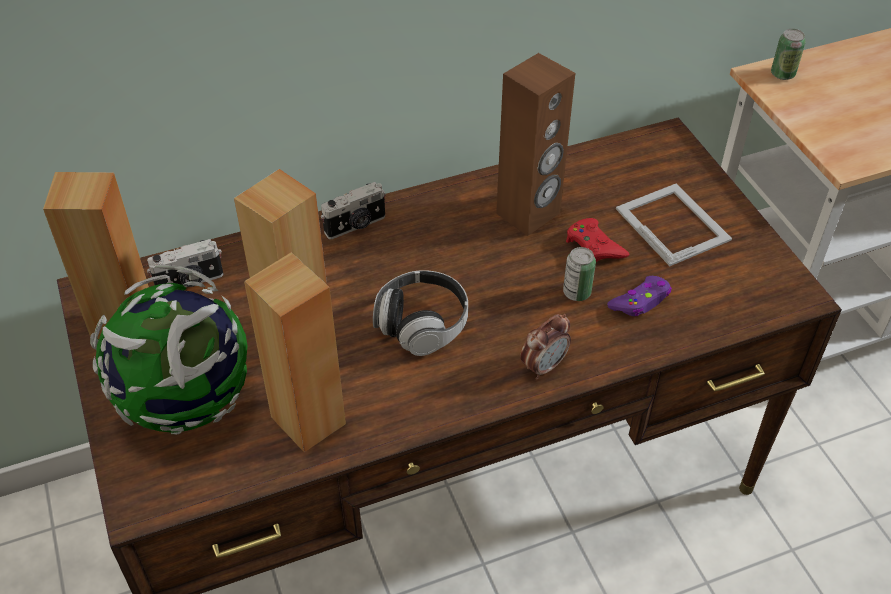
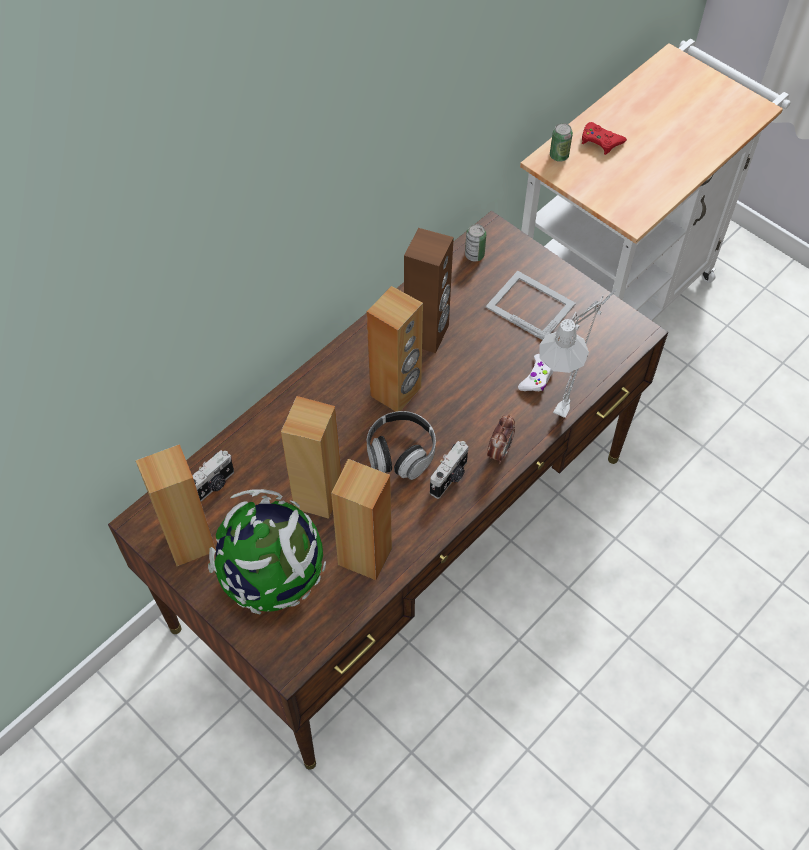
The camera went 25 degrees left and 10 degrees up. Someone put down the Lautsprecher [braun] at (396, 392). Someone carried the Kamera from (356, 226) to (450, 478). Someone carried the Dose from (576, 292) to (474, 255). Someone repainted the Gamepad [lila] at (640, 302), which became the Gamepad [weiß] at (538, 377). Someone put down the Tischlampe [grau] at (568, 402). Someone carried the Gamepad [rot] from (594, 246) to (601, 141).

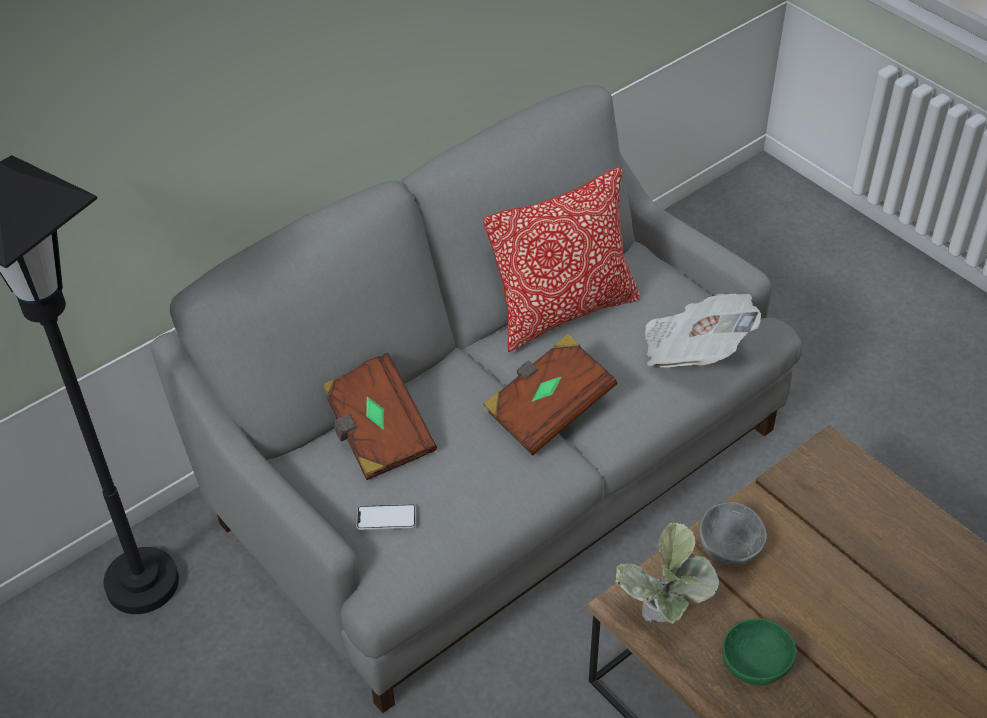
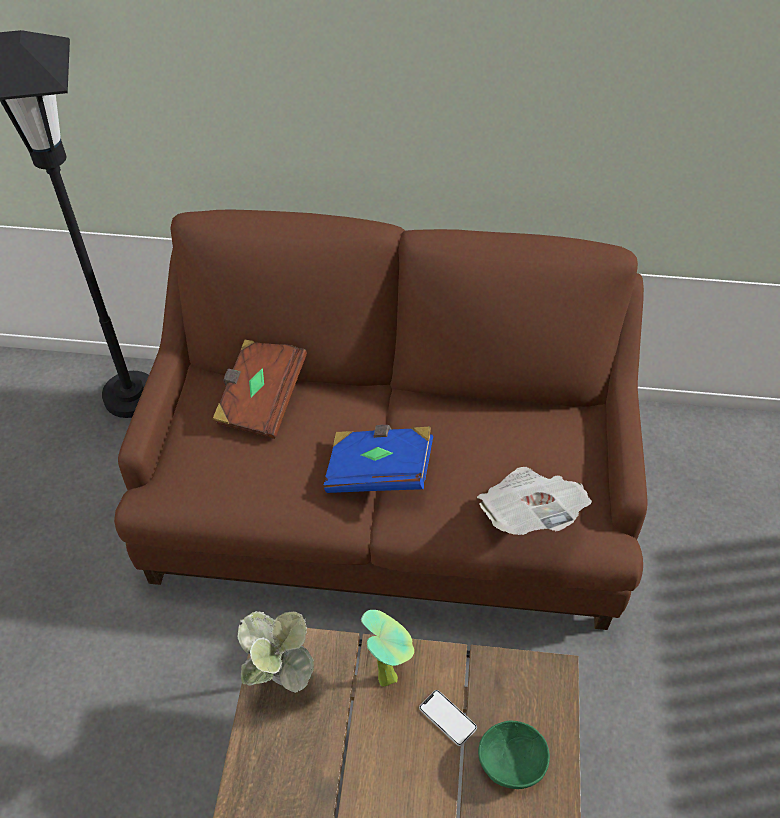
The camera went 45 degrees right and 5 degrees up. Someone repainted the Sofa [grau] at (497, 467), which became the Sofa [braun] at (391, 493). Someone repainted the Buch [braun] at (548, 410), which became the Buch [blau] at (379, 471). Someone swapped the Schüssel [grau] at (731, 547) for the Topfpflanze at (389, 675). Someone carried the Handy from (386, 518) to (447, 718). Someone carried the Schüssel [grün] from (754, 664) to (510, 761). Someone took away the Kissen at (564, 311).

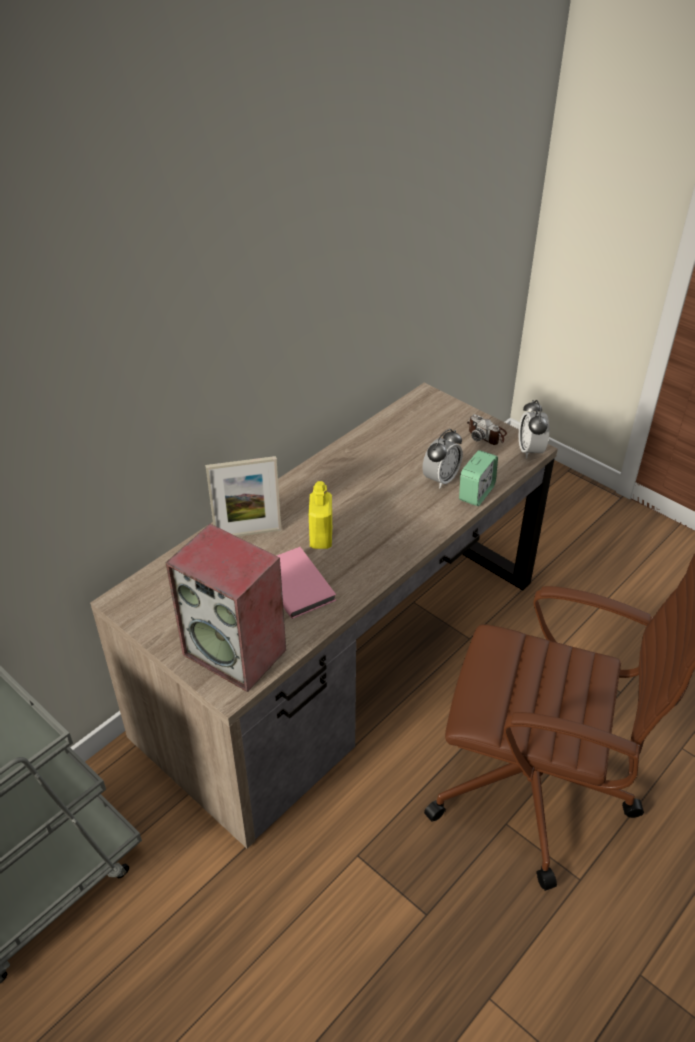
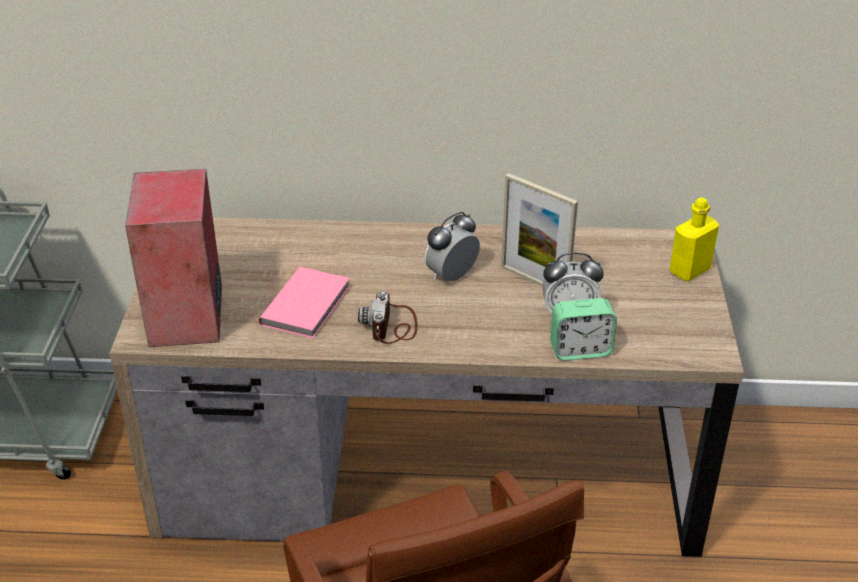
The camera went 50 degrees right and 5 degrees down. Someone carried the Kamera from (487, 434) to (392, 326). Someone carried the Wecker from (530, 450) to (452, 276). Someone carried the Bilderrahmen from (248, 533) to (534, 280). Someone carried the Flasche [gelb] from (321, 538) to (689, 271).

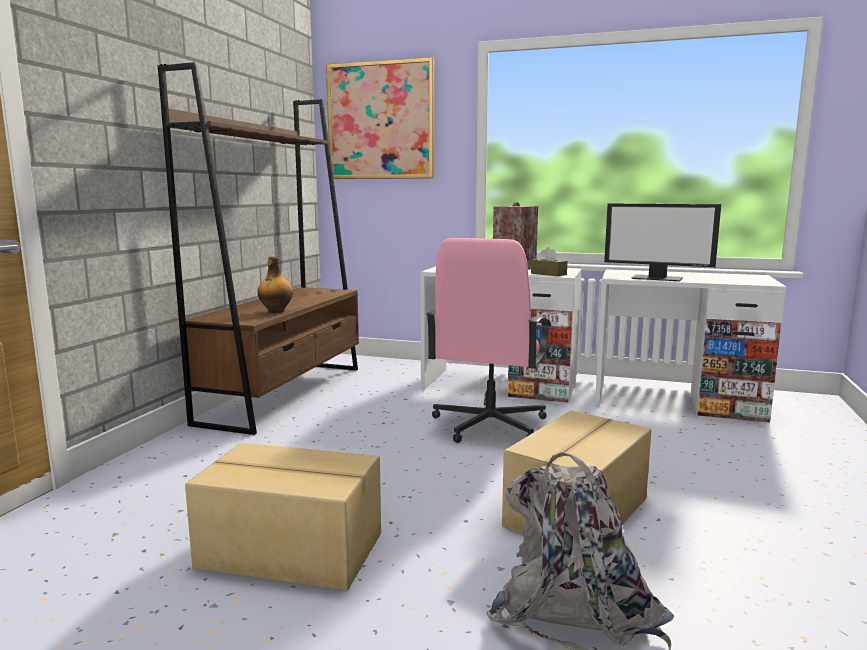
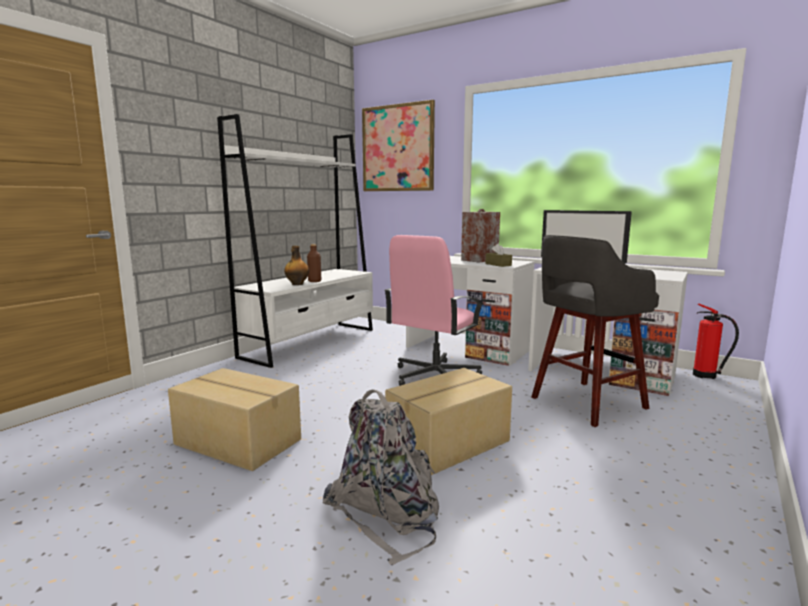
The camera went 15 degrees right and 0 degrees up. Someone repainted the Bücherregal [braun] at (285, 393), which became the Bücherregal [weiß] at (311, 343). Someone put down the Flasche [braun] at (314, 281). Someone put down the Hocker [grau] at (585, 403). Someone put down the Feuerlöscher at (706, 376).

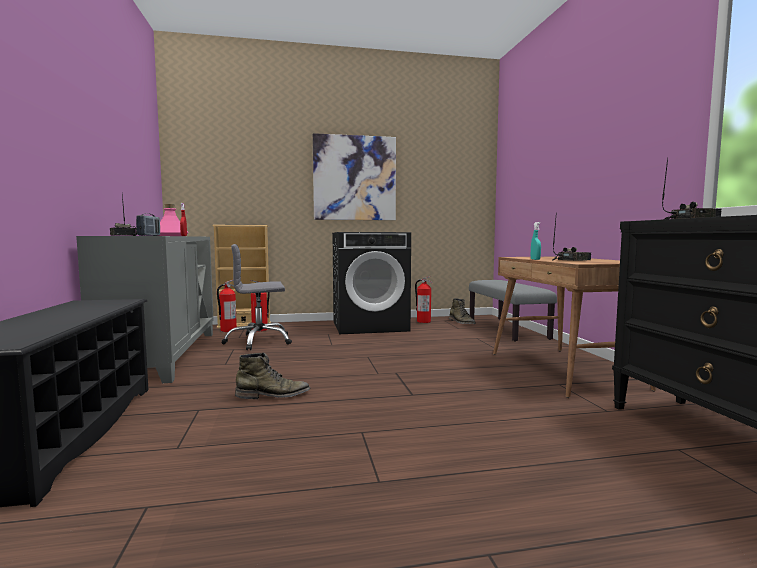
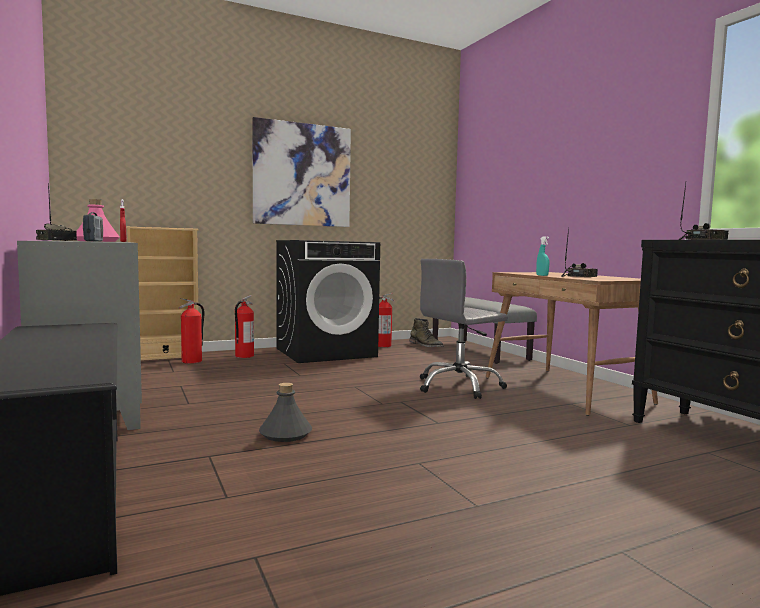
The camera went 15 degrees left and 0 degrees up. Someone carried the Feuerlöscher from (228, 330) to (244, 356). Someone swapped the Stiefel [grün] at (273, 395) for the Flasche [grau] at (285, 434). Someone carried the Bürostuhl [grau] from (259, 341) to (459, 386).

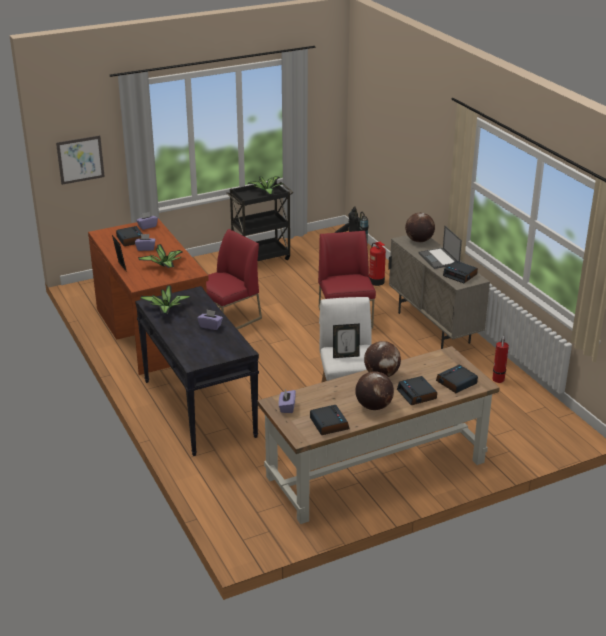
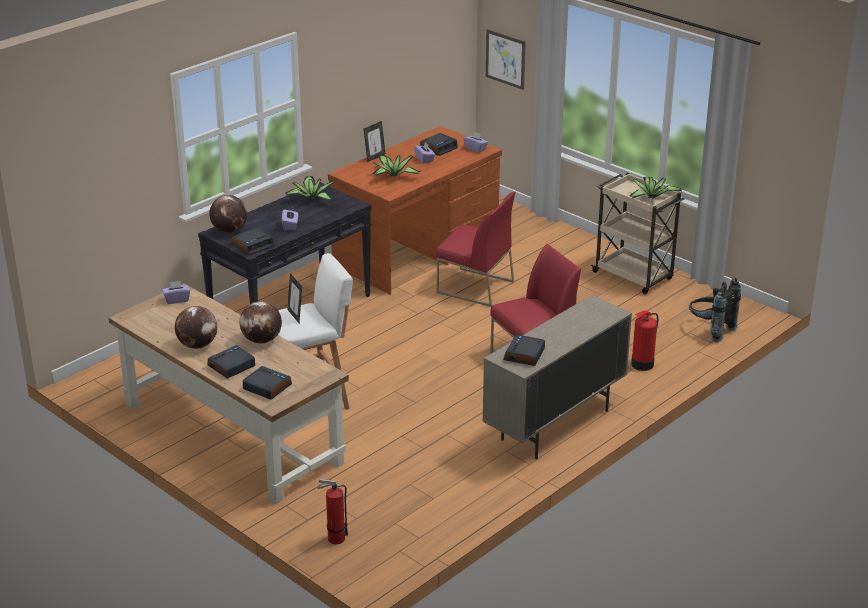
The camera went 70 degrees right and 0 degrees up. Someone carried the Globus from (419, 241) to (229, 230). Someone carried the Wecker from (328, 424) to (253, 245). Someone carried the Feuerlöscher from (498, 380) to (334, 539). Someone repainted the Rollwagen [schwarz] at (261, 257), which became the Rollwagen [beige] at (634, 276). Someone took away the Laptop at (439, 259).

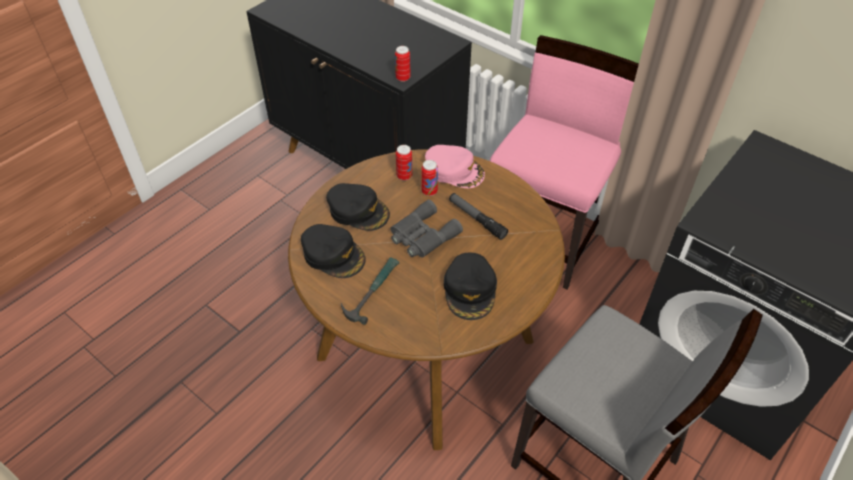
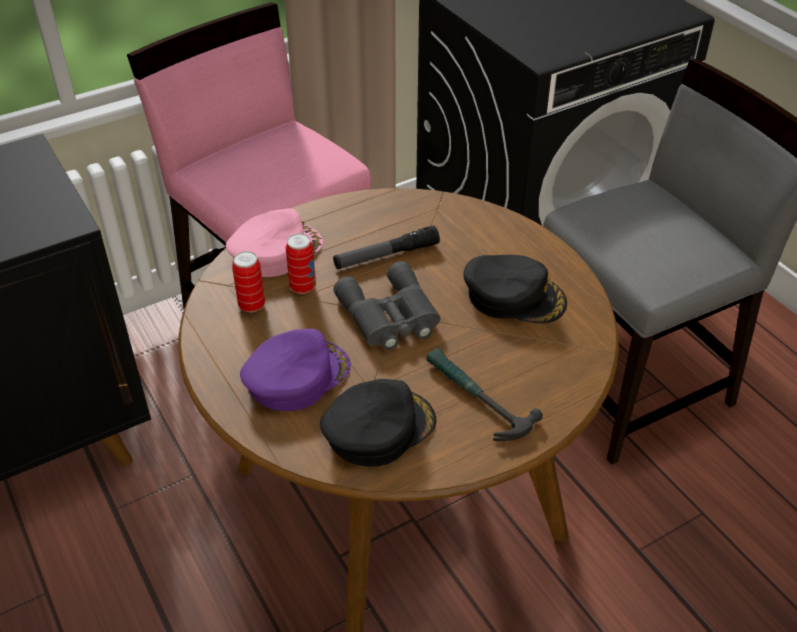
The camera went 70 degrees left and 5 degrees down. Someone repainted the Kappe [schwarz] at (358, 211), which became the Kappe [lila] at (296, 376). Someone took away the Dose at (403, 78).

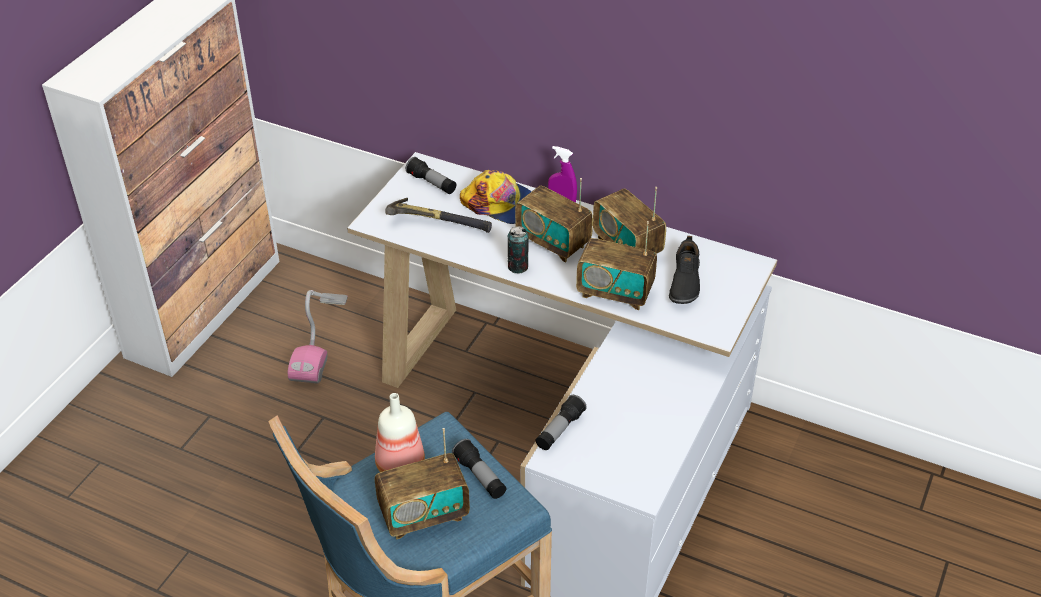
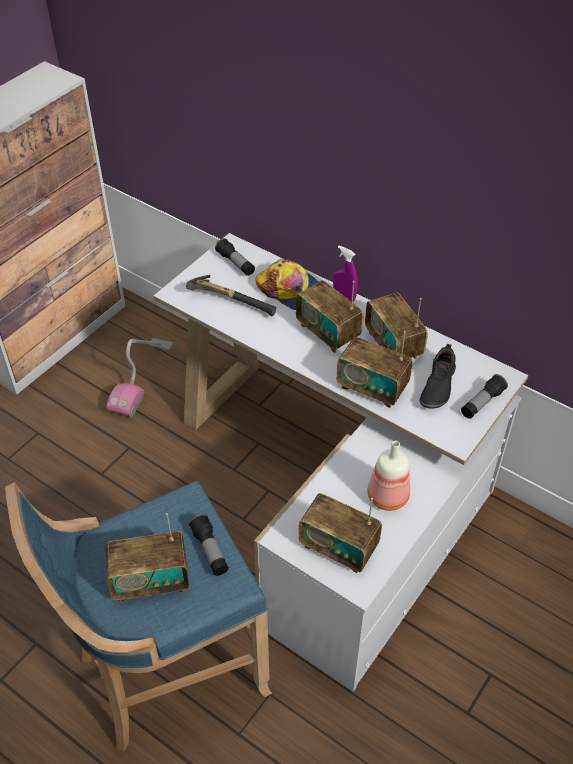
The camera went 10 degrees right and 5 degrees up. Someone put down the Radio at (338, 547). Someone carried the Flasche from (400, 466) to (387, 498). Someone carried the Taschenlampe from (559, 430) to (482, 403). Someone took away the Dose at (518, 267).

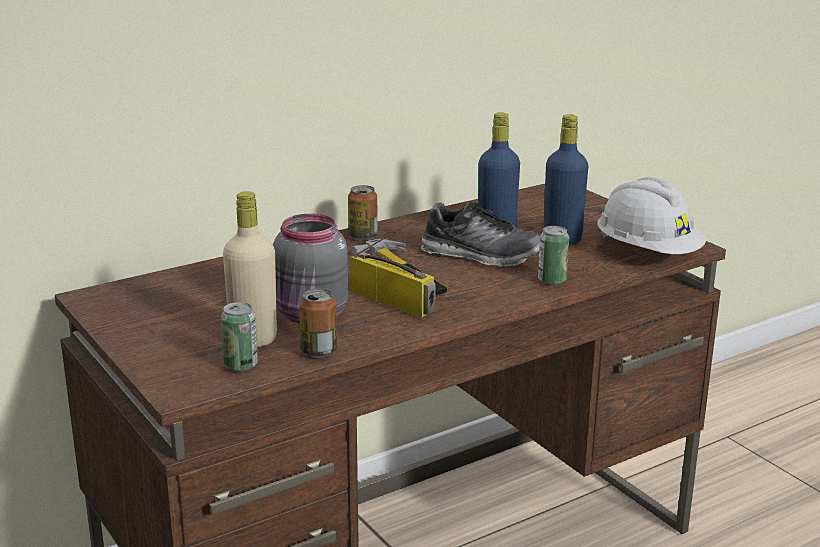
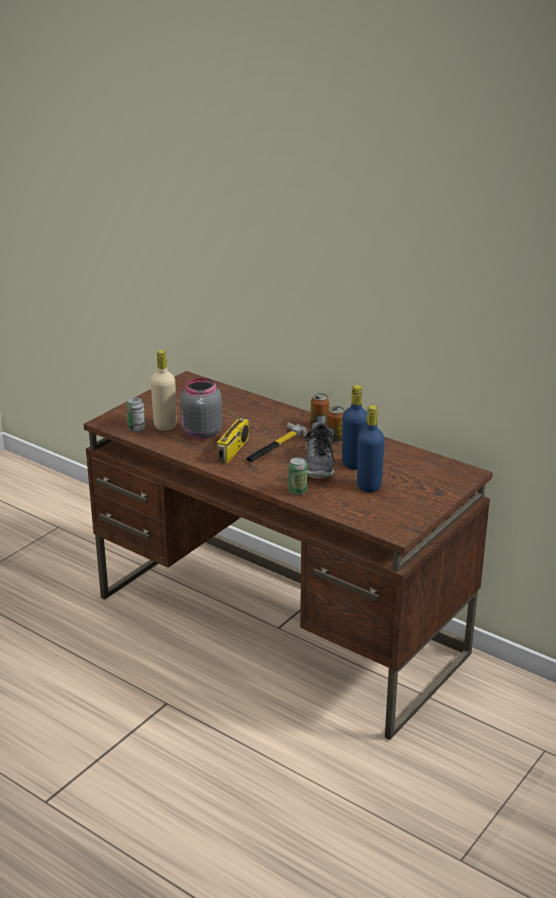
The camera went 70 degrees right and 5 degrees up. Someone carried the Dose from (319, 351) to (335, 438). Someone took away the Schutzhelm [weiß] at (647, 253).

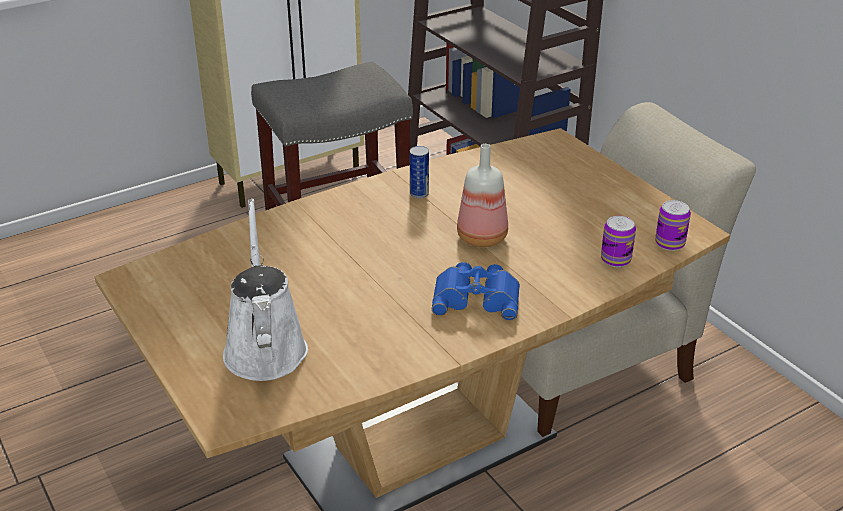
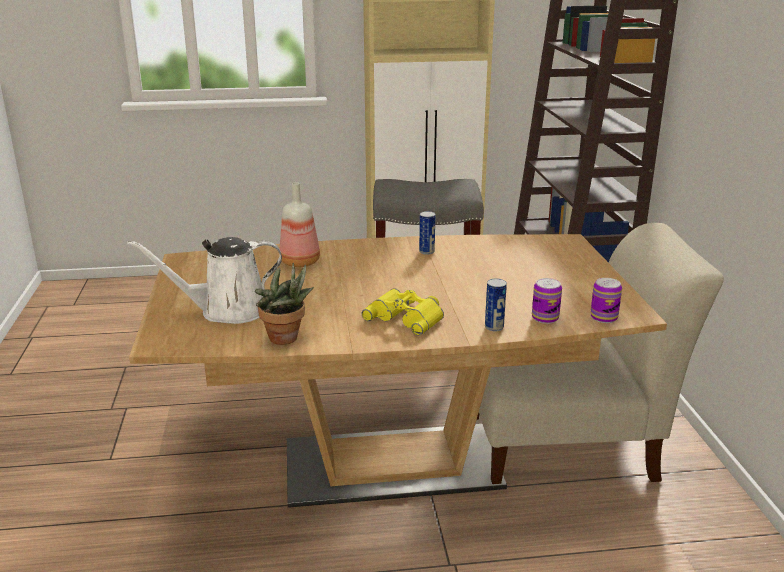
The camera went 25 degrees right and 10 degrees down. Someone rotated the Gießkanne [weiß] at (264, 346) by 120 degrees counterclockwise. Someone put down the Topfpflanze at (286, 339). Someone carried the Flasche from (481, 236) to (300, 262). Someone repainted the Fernglas [blau] at (477, 297), which became the Fernglas [gelb] at (407, 317). Someone put down the Dose at (494, 327).

